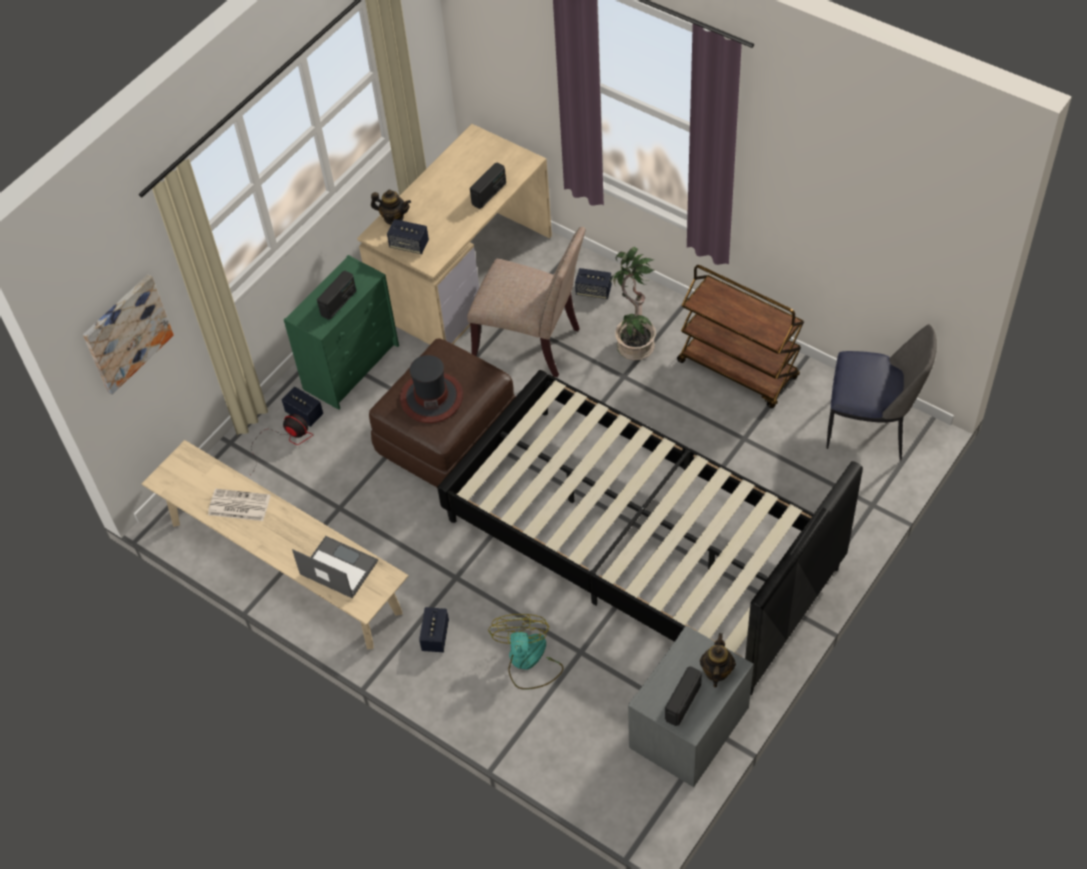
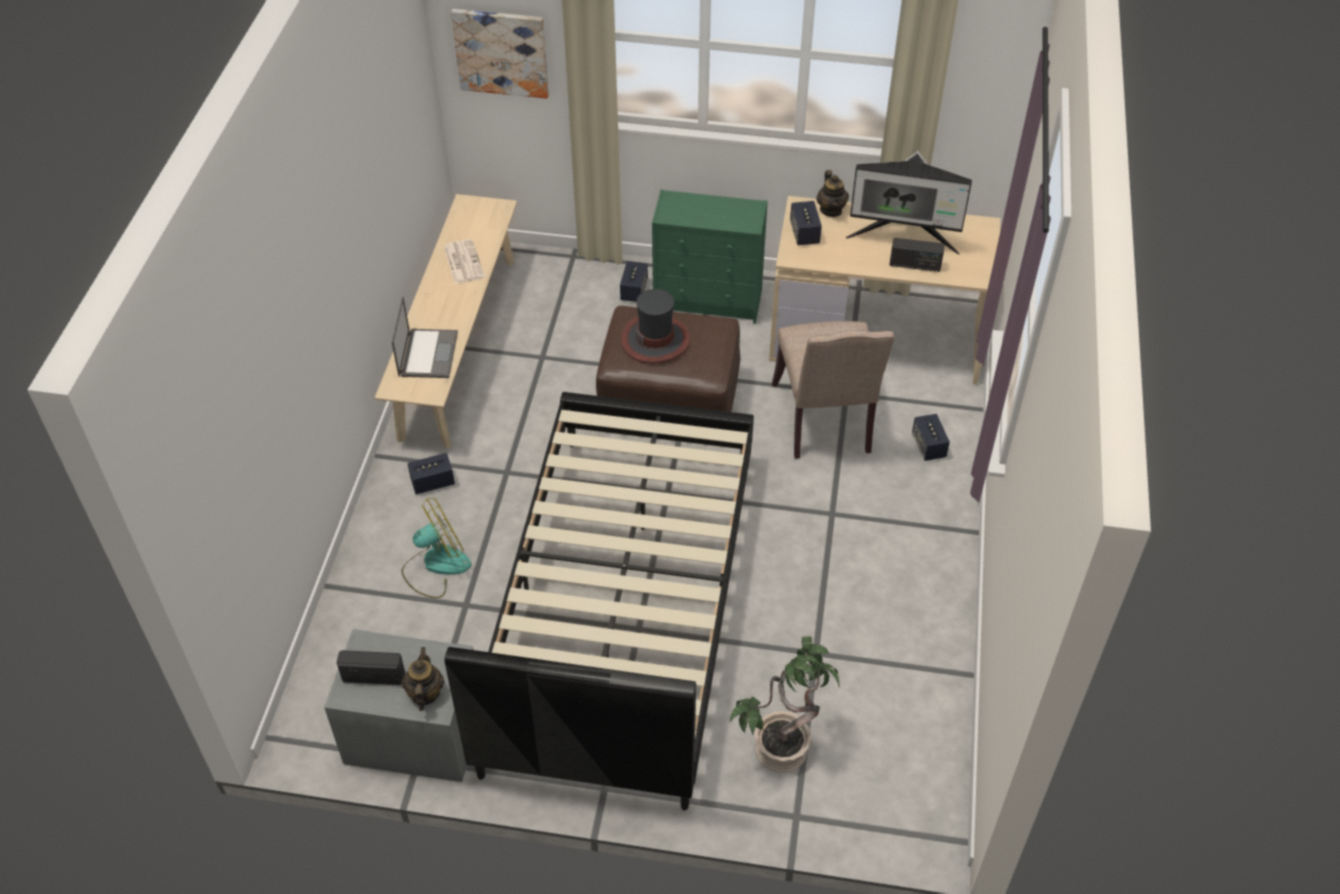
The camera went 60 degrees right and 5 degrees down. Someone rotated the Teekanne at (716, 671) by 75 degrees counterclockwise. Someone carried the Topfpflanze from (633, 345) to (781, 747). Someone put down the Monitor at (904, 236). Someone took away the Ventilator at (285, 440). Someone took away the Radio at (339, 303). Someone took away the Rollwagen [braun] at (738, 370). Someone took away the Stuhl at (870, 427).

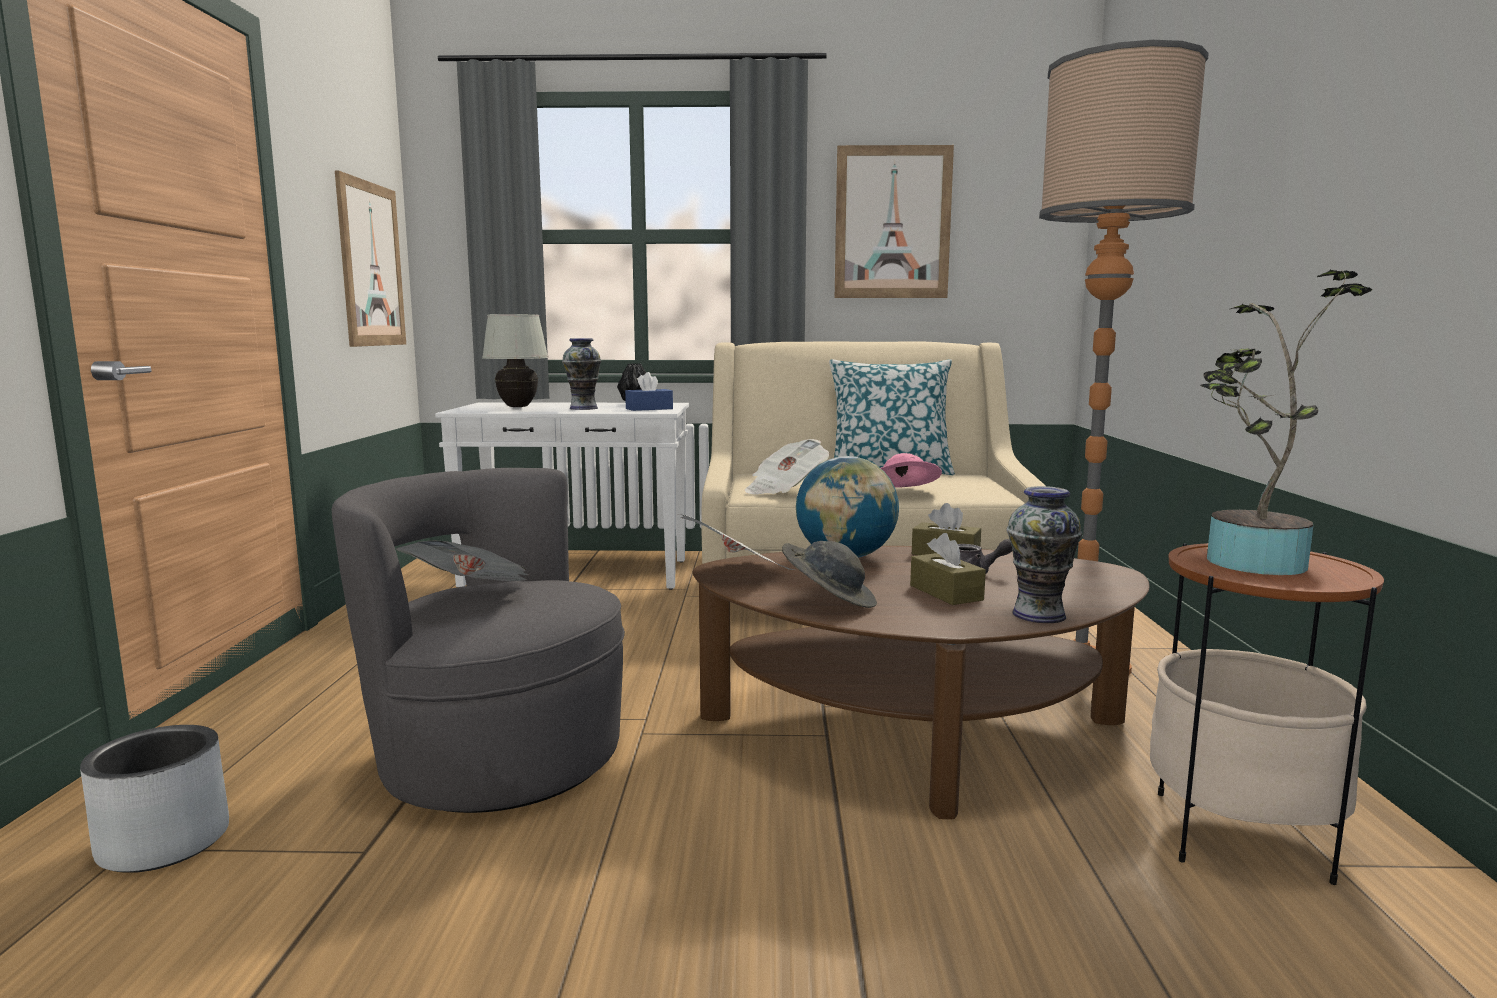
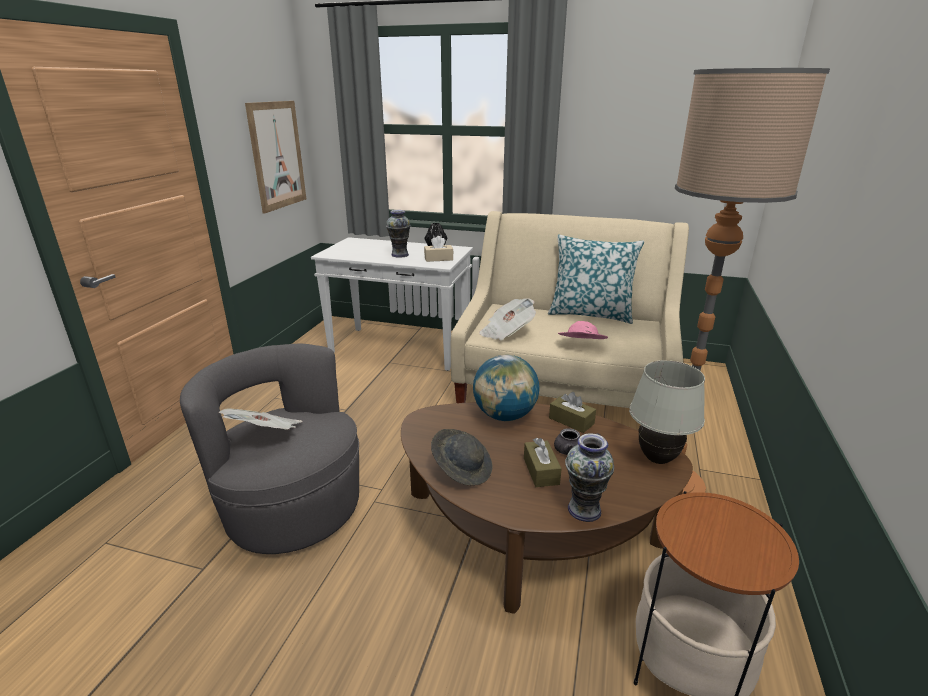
The camera went 15 degrees right and 15 degrees up. Someone repainted the Taschentuchbox [blau] at (649, 409), which became the Taschentuchbox [beige] at (438, 259). Someone carried the Tischlampe [weiß] from (518, 407) to (657, 459). Someone took away the Pflanzkübel [grau] at (163, 843). Someone took away the Zeitung at (738, 573). Someone took away the Bild at (892, 223). Someone took away the Topfpflanze at (1250, 564).

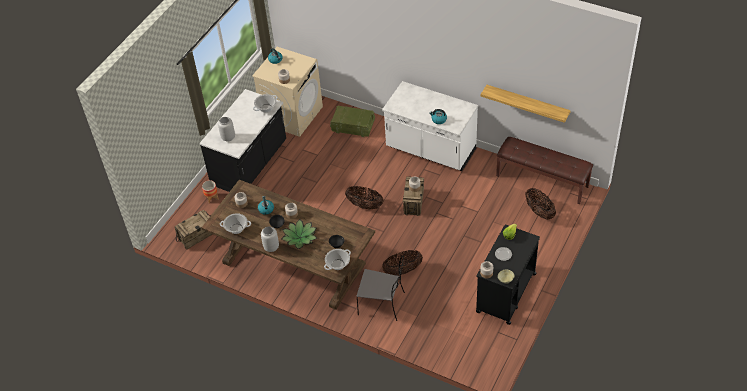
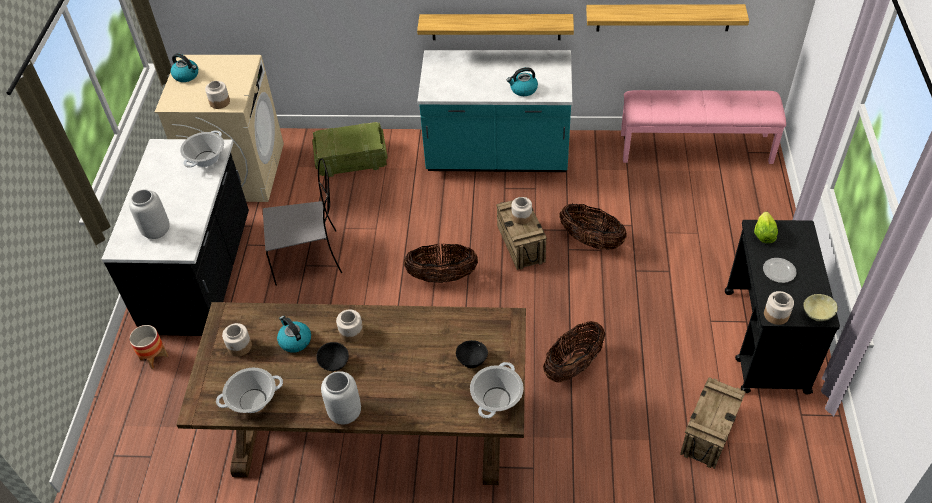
The camera went 25 degrees left and 0 degrees up. Someone carried the Stuhl [grau] from (382, 303) to (309, 257). Someone put up the Wandregal at (496, 27). Someone repainted the Küchenzeile [weiß] at (430, 150), which became the Küchenzeile [türkis] at (497, 156). Someone carried the Korb from (539, 212) to (591, 241). Someone repainted the Bank [braun] at (542, 180), which became the Bank [rosa] at (695, 147). Someone carried the Kiste from (197, 235) to (708, 432). Someone took away the Topfpflanze at (300, 238).

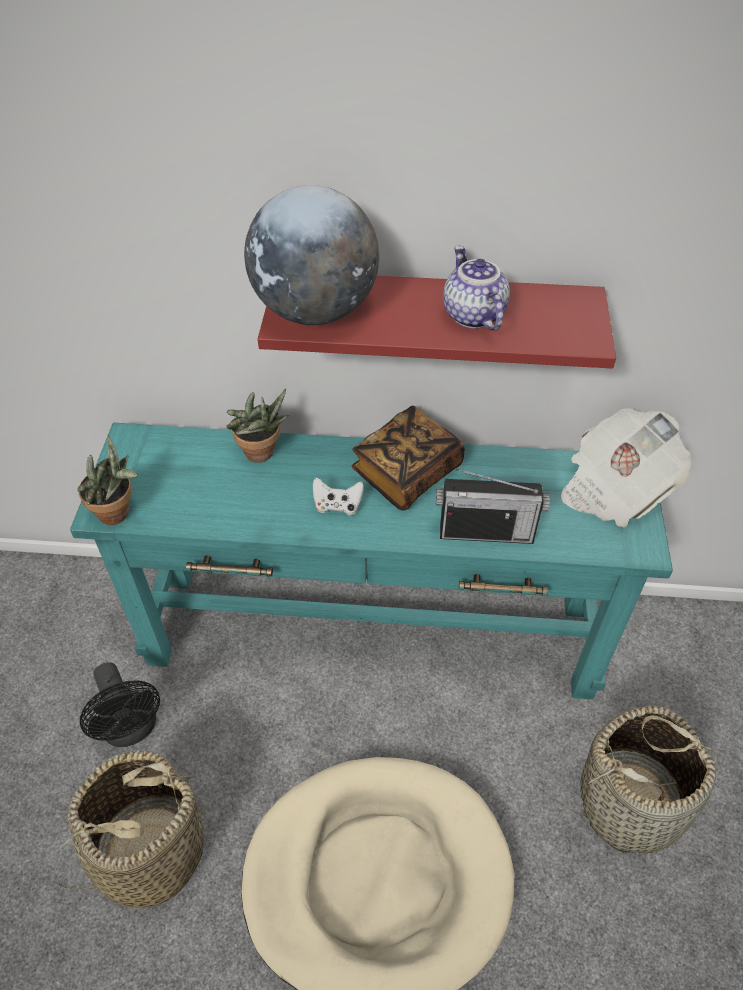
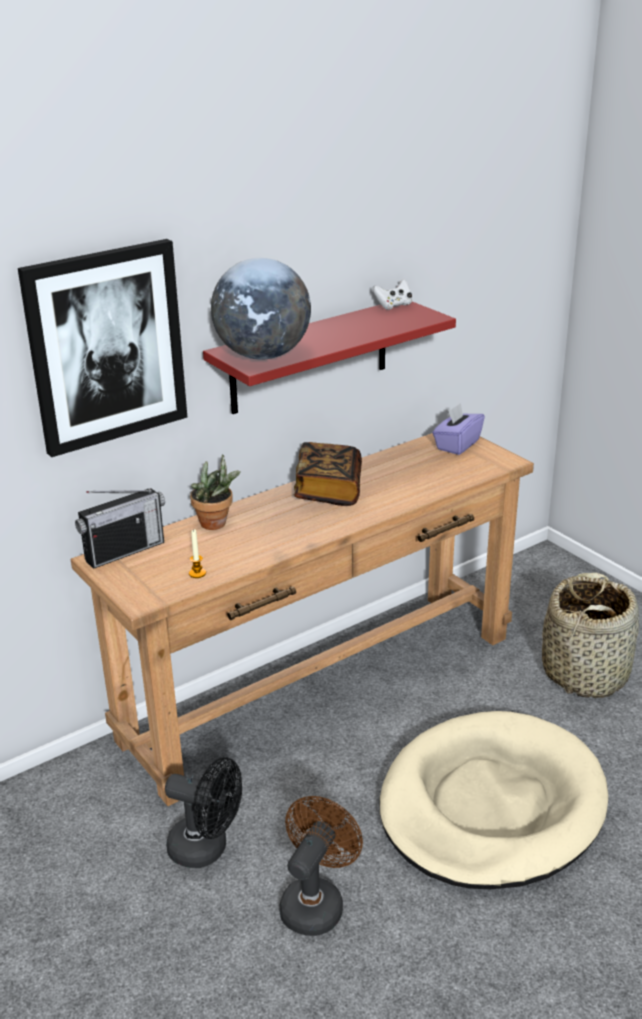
The camera went 40 degrees left and 20 degrees down. Someone put up the Bild at (106, 346). Someone repainted the Konsolentisch [türkis] at (372, 633), which became the Konsolentisch [braun] at (322, 687). Someone carried the Radio from (486, 532) to (124, 551). Someone put down the Kerze at (197, 573). Someone swapped the Korb at (149, 850) for the Ventilator [braun] at (316, 902). Someone carried the Gamepad [weiß] from (337, 506) to (393, 306). Someone swapped the Zeitung at (615, 487) for the Taschentuchbox [lila] at (457, 445). Someone took away the Topfpflanze at (119, 513). Someone took away the Teekanne at (472, 315).

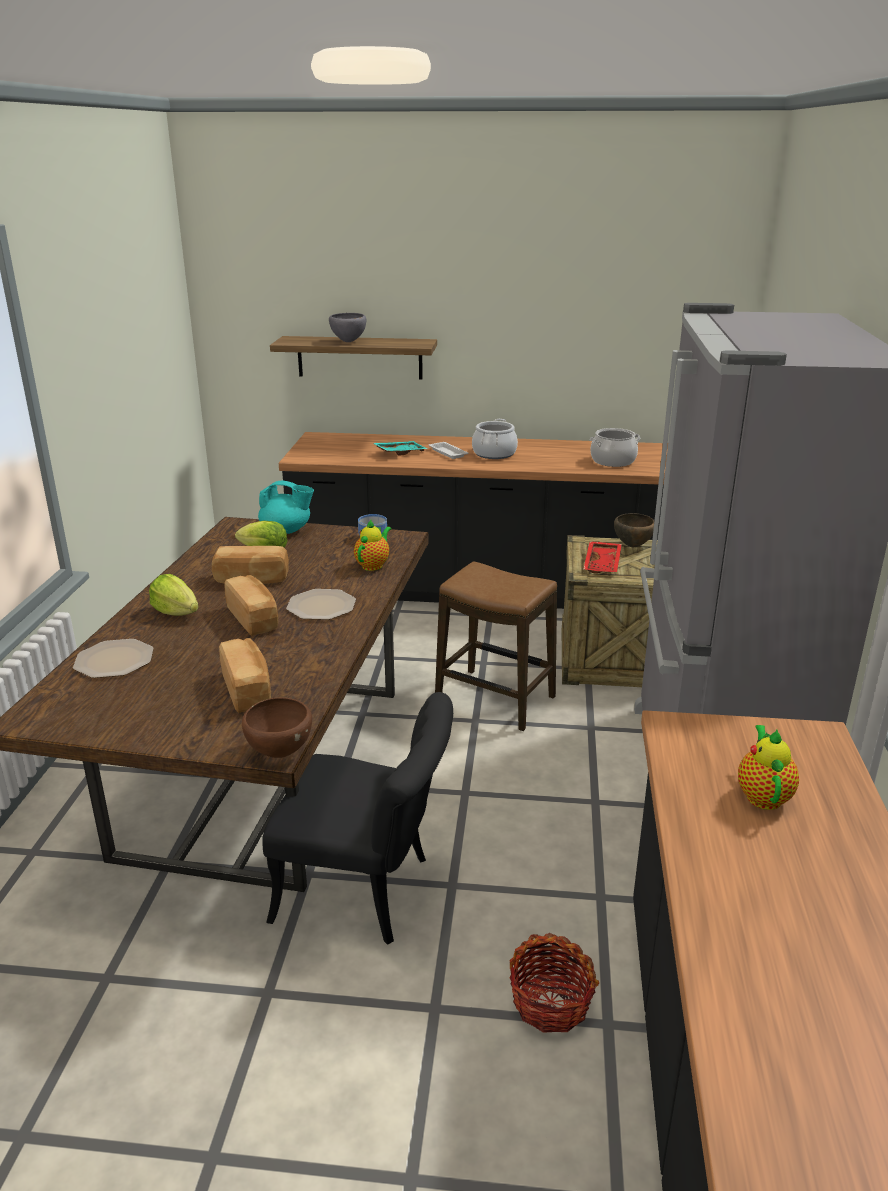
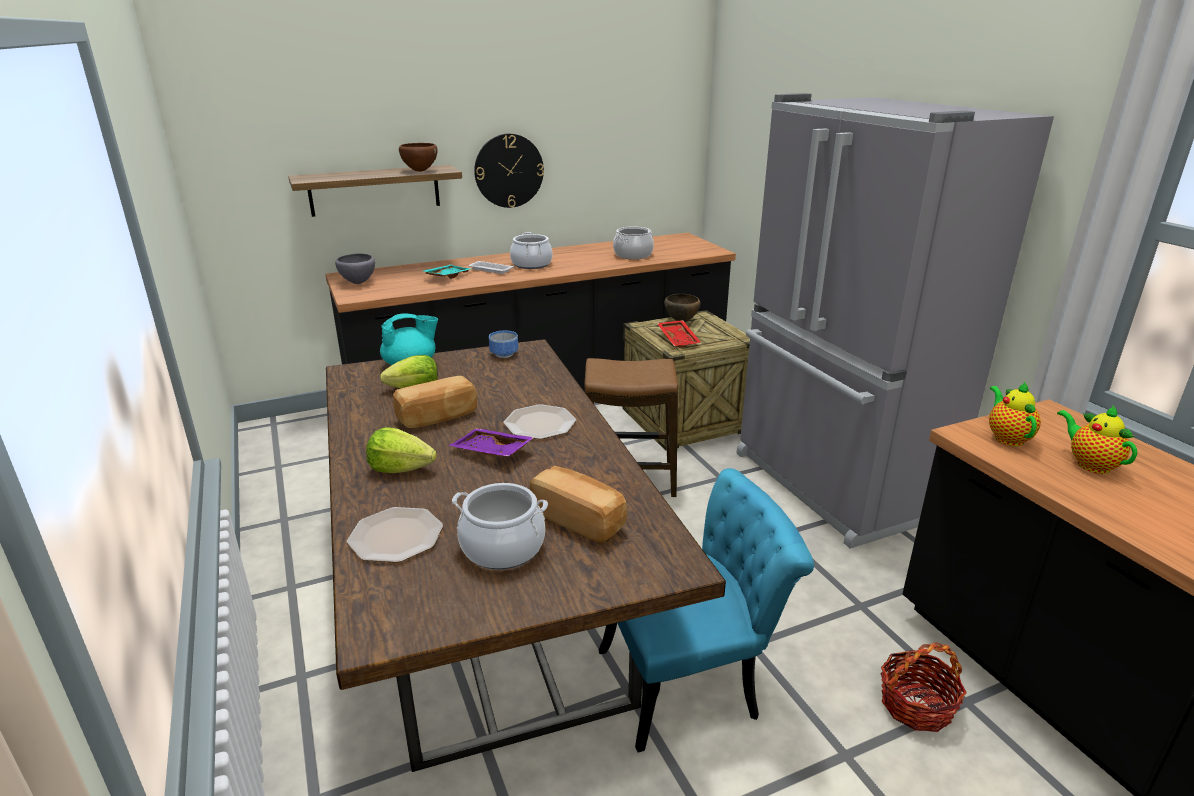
The camera went 30 degrees left and 0 degrees up. Someone carried the Schüssel [grau] from (349, 342) to (358, 283). Someone carried the Schüssel [braun] from (279, 753) to (419, 171). Someone swapped the Brot at (254, 619) for the Tablett [lila] at (491, 452). Someone put down the Kochtopf at (502, 547). Someone put up the Wanduhr at (509, 171). Someone repainted the Stuhl [schwarz] at (368, 891), which became the Stuhl [türkis] at (693, 681). Someone carried the Teekanne from (373, 565) to (1007, 437).

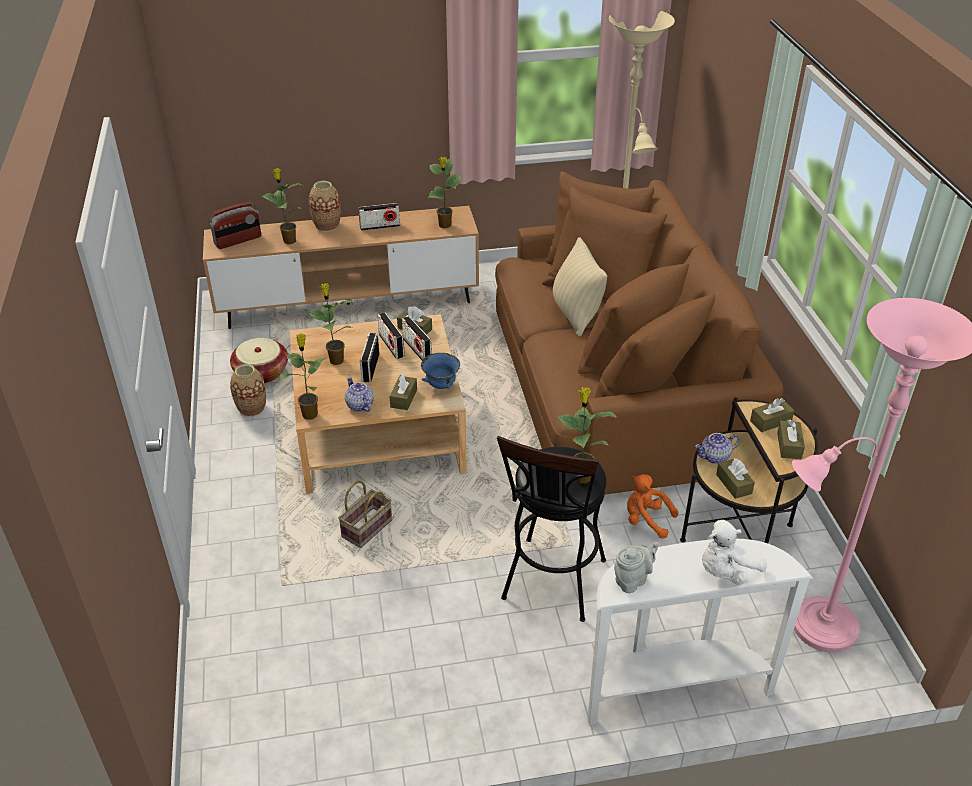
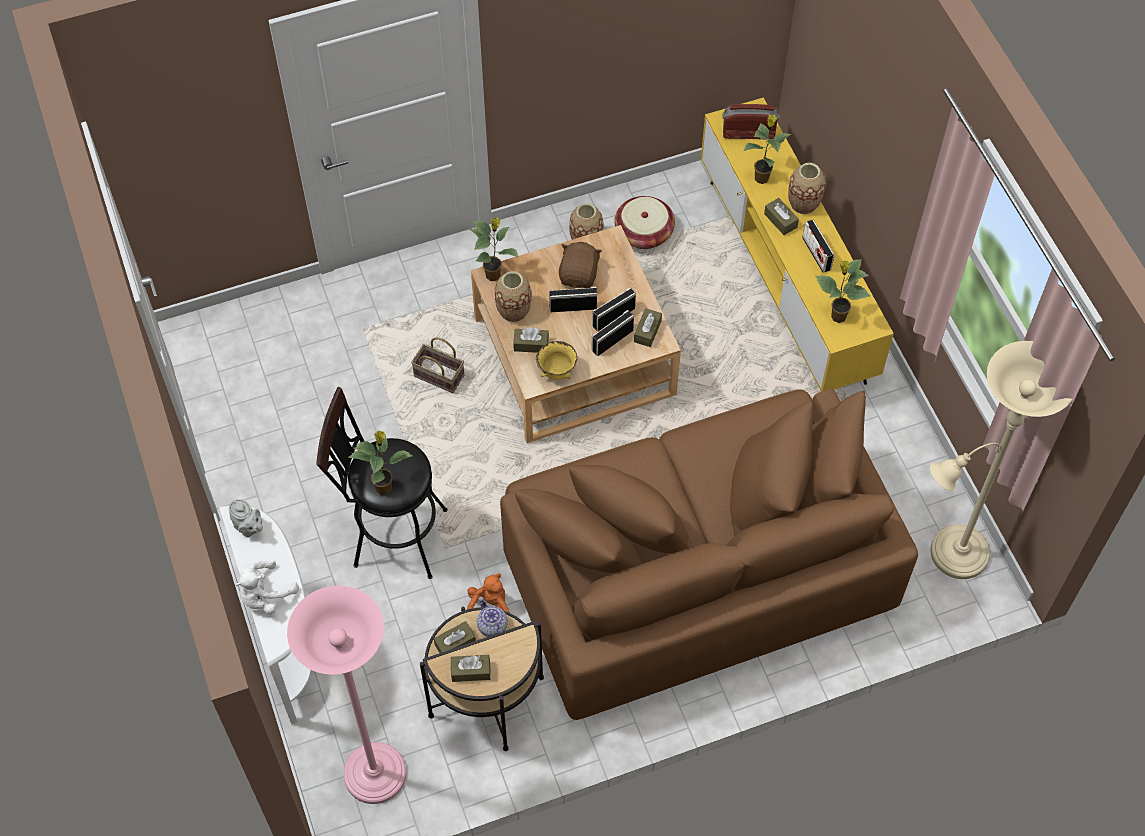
The camera went 80 degrees right and 20 degrees up. Someone rotated the Plüschtier [weiß] at (725, 571) by 90 degrees counterclockwise. Someone swapped the Teekanne at (359, 405) for the Vase at (513, 311). Someone repainted the Schüssel [blau] at (441, 386), which became the Schüssel [gelb] at (556, 372). Someone swapped the Topfpflanze at (335, 360) for the Plüschtier [braun] at (579, 275). Someone repainted the Fernsehschrank [braun] at (348, 305), which became the Fernsehschrank [gelb] at (784, 279). Someone rotated the Radio at (238, 241) by 135 degrees clockwise. Someone carried the Taschentuchbox [braun] from (770, 421) to (780, 220). Someone took away the Kissen [beige] at (576, 314).

